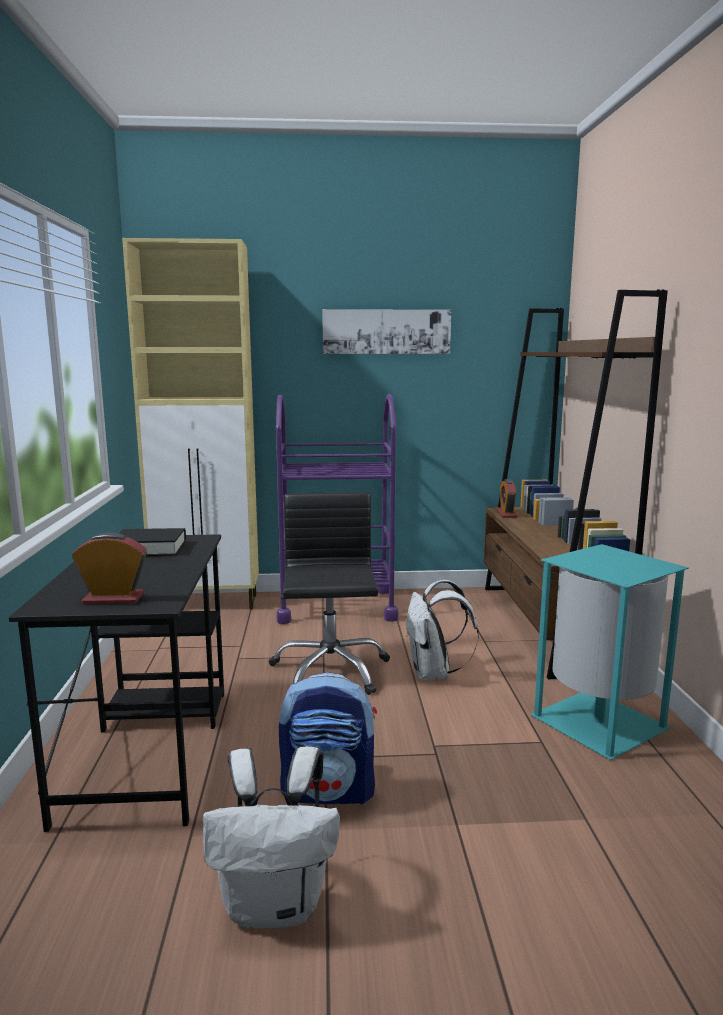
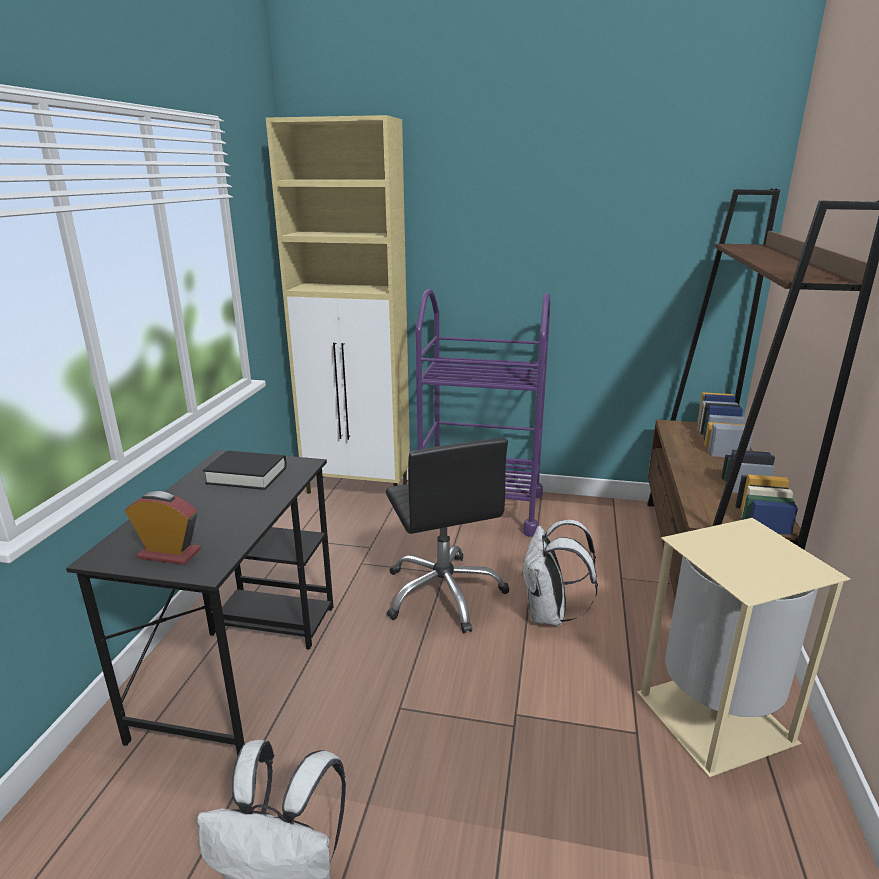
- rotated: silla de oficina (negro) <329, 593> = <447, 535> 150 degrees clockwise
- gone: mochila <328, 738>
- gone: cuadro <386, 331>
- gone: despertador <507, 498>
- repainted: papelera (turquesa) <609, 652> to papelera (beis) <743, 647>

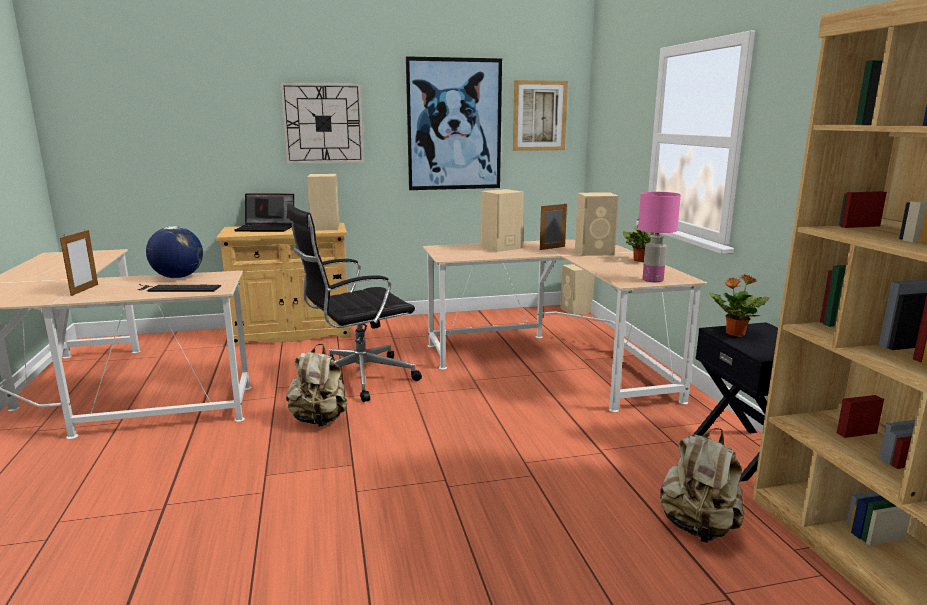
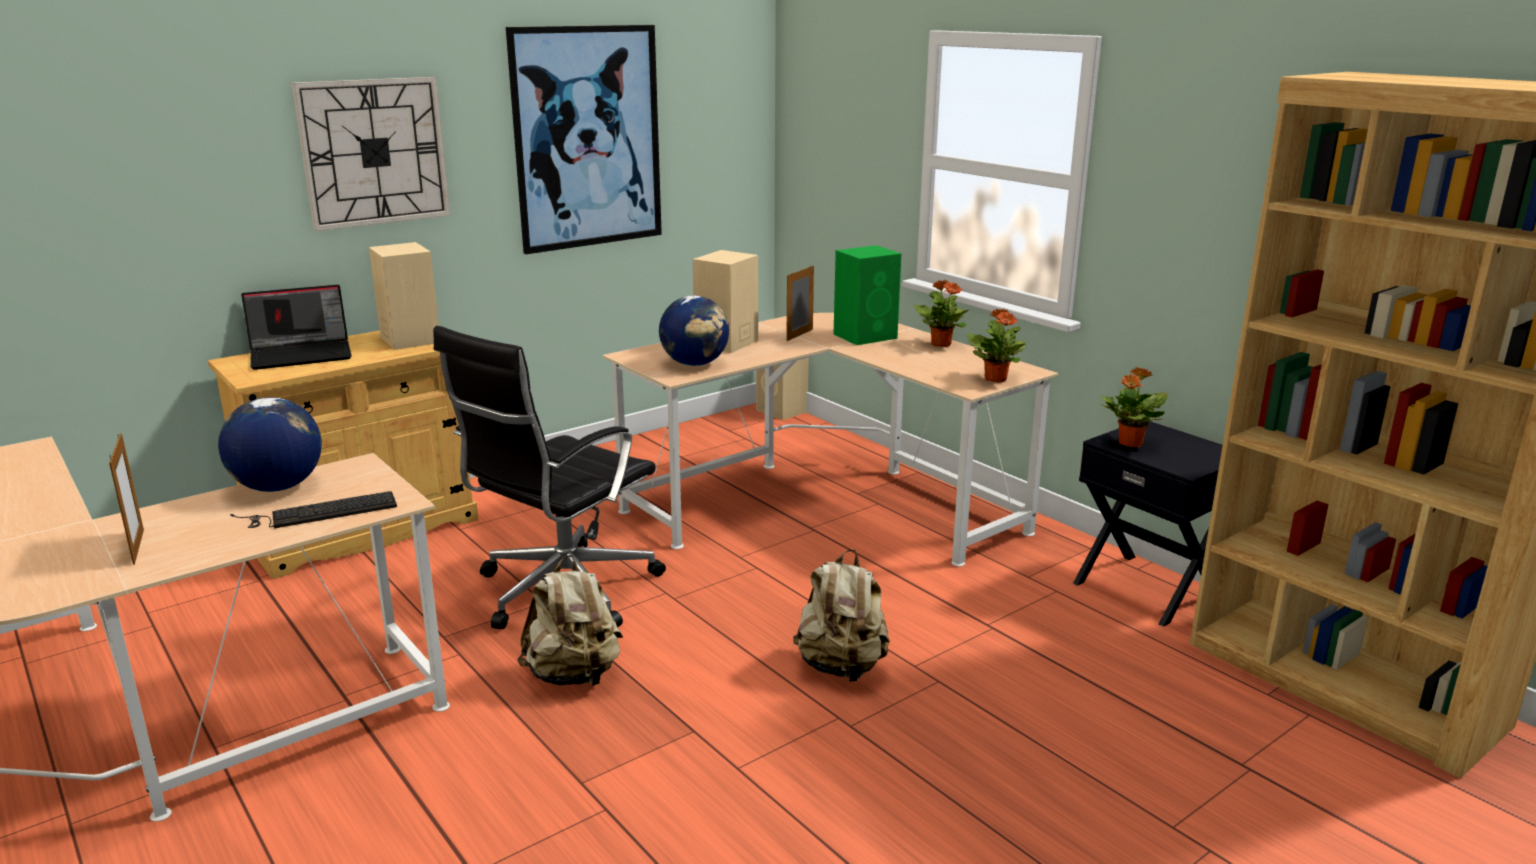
- gone: cuadro <540, 115>
- repainted: altavoz (beis) <597, 224> to altavoz (verde) <867, 295>
- swapped: lámpara de mesa (rosa) <659, 237> to planta en maceta <996, 345>
- shifted: mochila (beis) <702, 485> to <841, 615>
- new: globo terráqueo <694, 331>

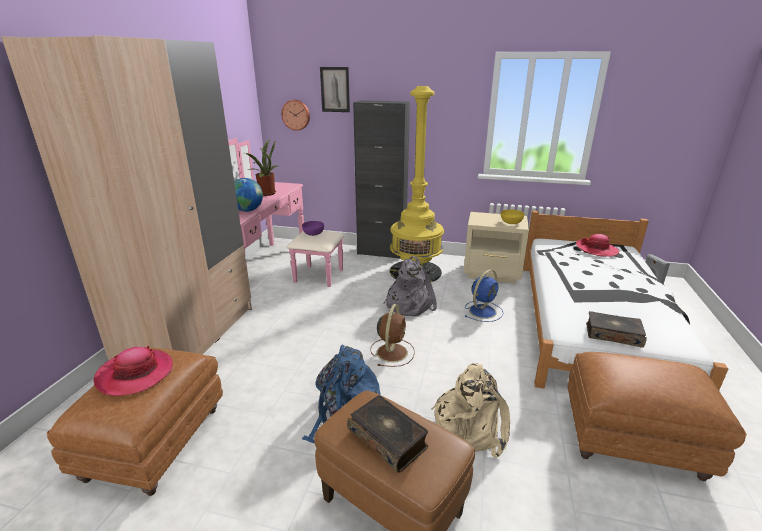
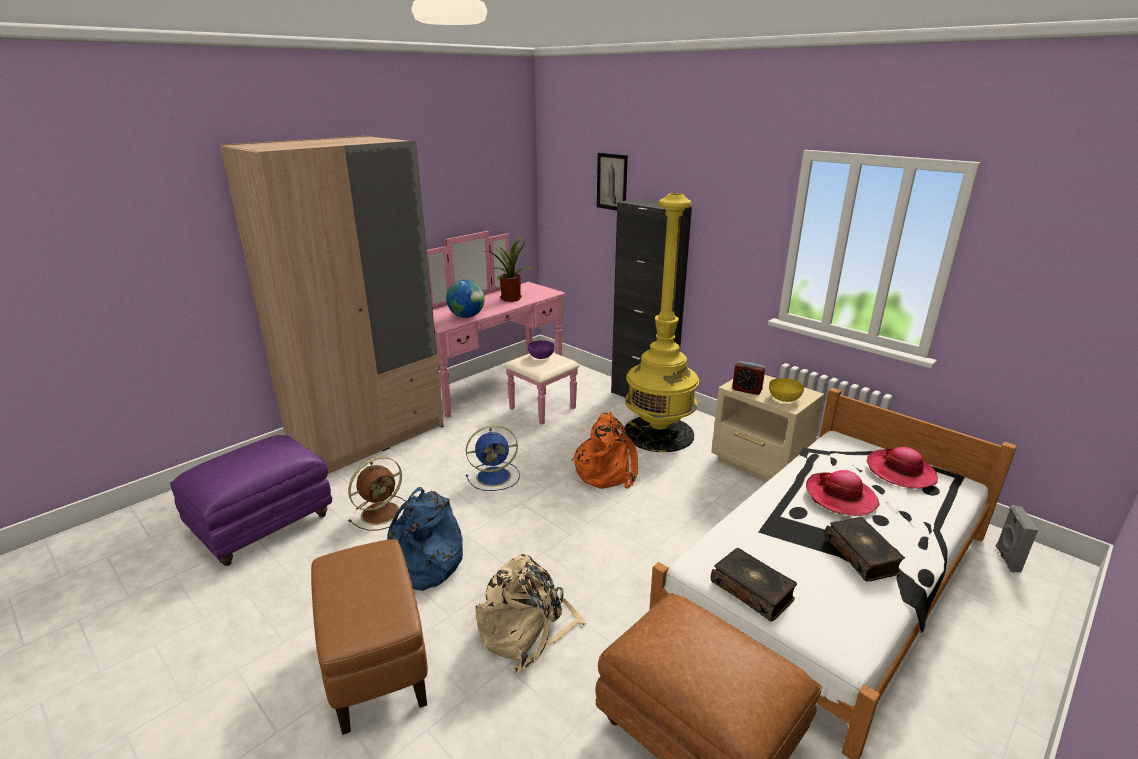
- repainted: puf (marrón) <135, 422> to puf (morado) <251, 500>
- shifted: sombrero <133, 371> to <843, 493>
- gone: reloj de pared <295, 115>
- shifted: libro <387, 434> to <864, 549>
- shifted: ventilador (marrón) <393, 335> to <377, 494>
- repainted: mochila (gris) <410, 286> to mochila (naranja) <604, 450>
- shifted: ventilador (azul) <484, 296> to <493, 458>
- new: despertador <748, 378>

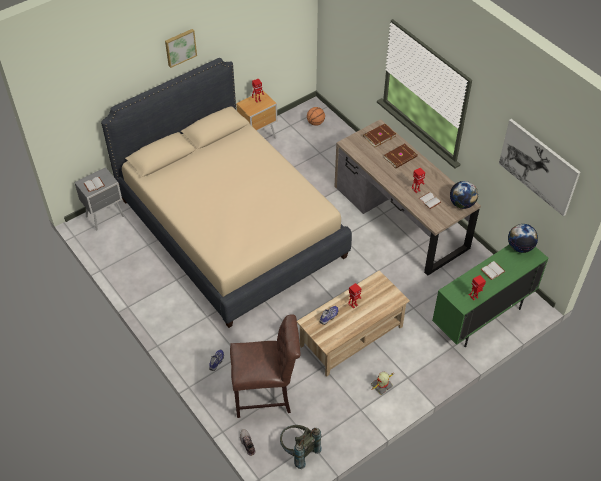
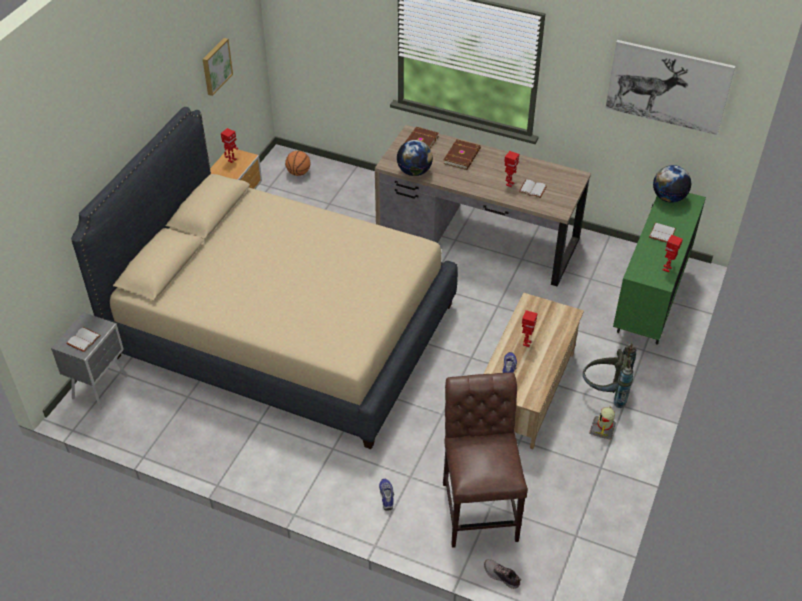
- shifted: cuadro <181, 48> to <218, 67>
- rotated: silla (marrón) <265, 366> = <485, 460> 60 degrees counterclockwise
- shifted: mochila (gris) <301, 447> to <610, 375>
- shifted: globo terráqueo <464, 195> to <415, 158>

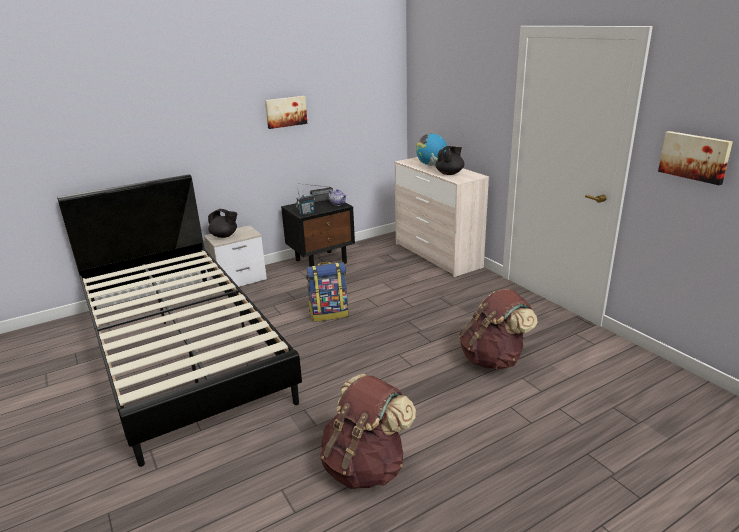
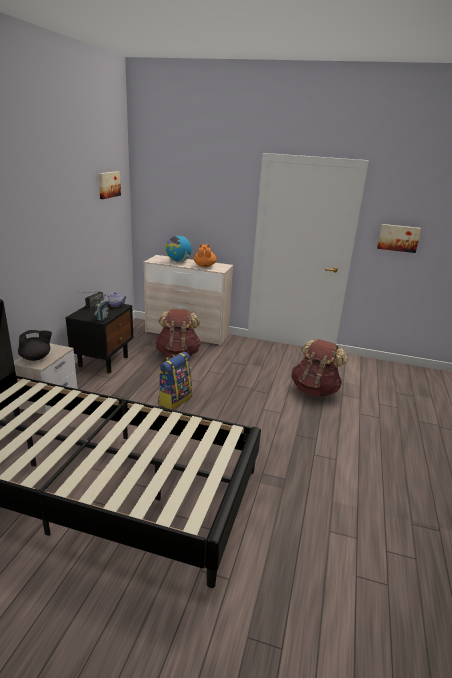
- shifted: cuadro <286, 112> to <109, 185>
- shifted: mochila (marrón) <368, 431> to <178, 333>
- repainted: tetera (negro) <450, 160> to tetera (naranja) <205, 255>

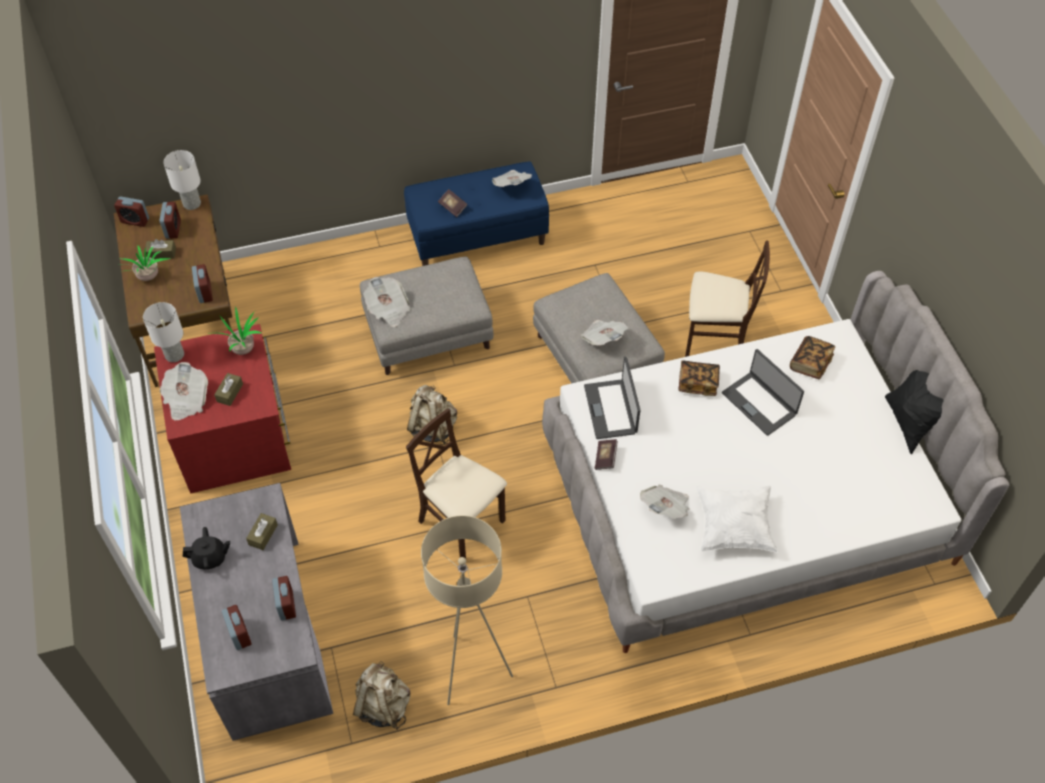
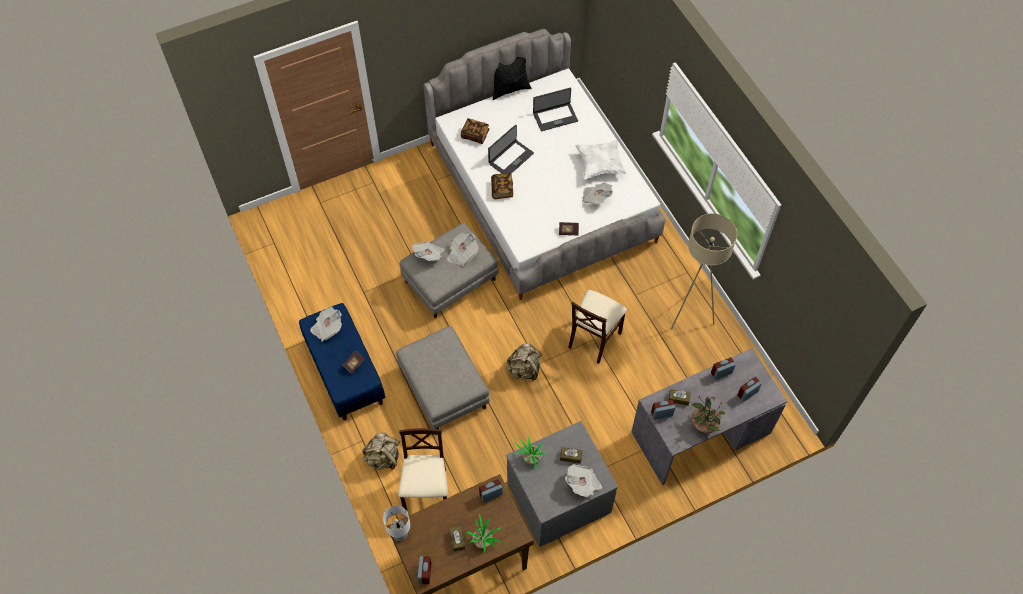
- gone: lámpara de mesa (blanco) <163, 332>
- repainted: cómoda (rojo) <222, 408> to cómoda (gris) <562, 484>
- shifted: despertador <170, 220> to <663, 410>
- swapped: tetera (negro) <206, 548> to planta en maceta <708, 414>
- shifted: mochila (beis) <382, 695> to <381, 451>
- shifted: periódico <387, 302> to <428, 251>
- shifted: portátil <612, 398> to <555, 109>
- shifted: silla (beis) <727, 298> to <423, 469>

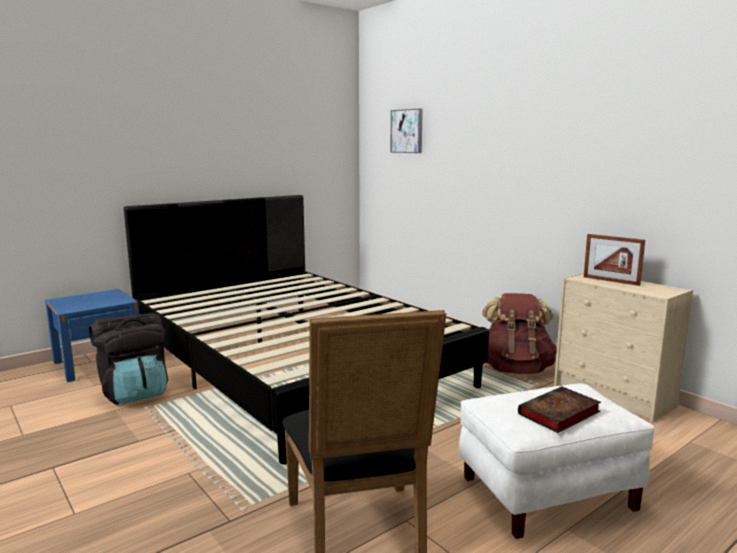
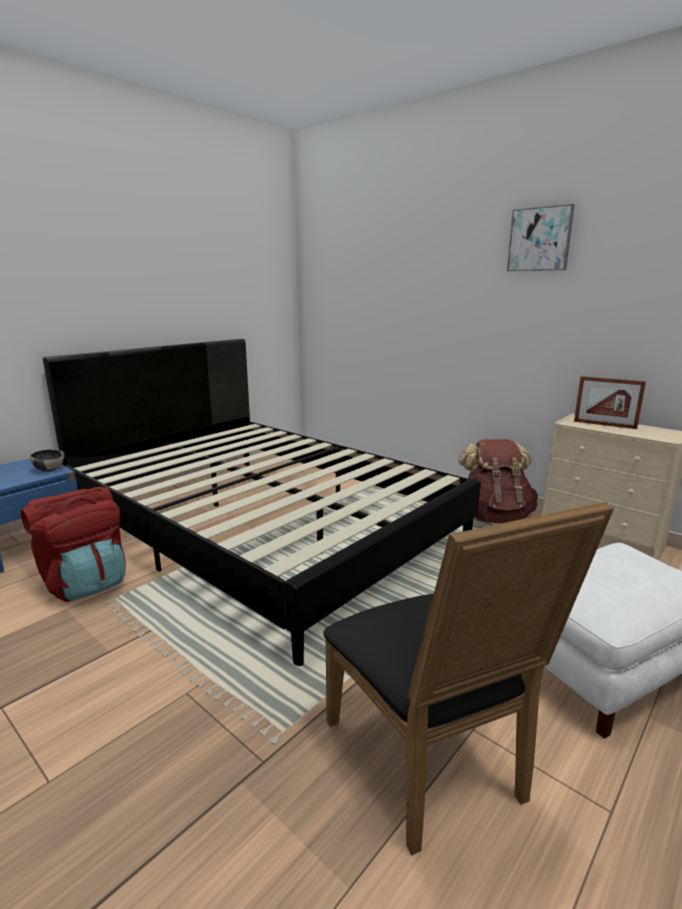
- repainted: mochila (negro) <128, 359> to mochila (rojo) <73, 544>
- shifted: cuadro <406, 130> to <541, 237>
- gone: libro <559, 409>
- new: cuenco <47, 460>

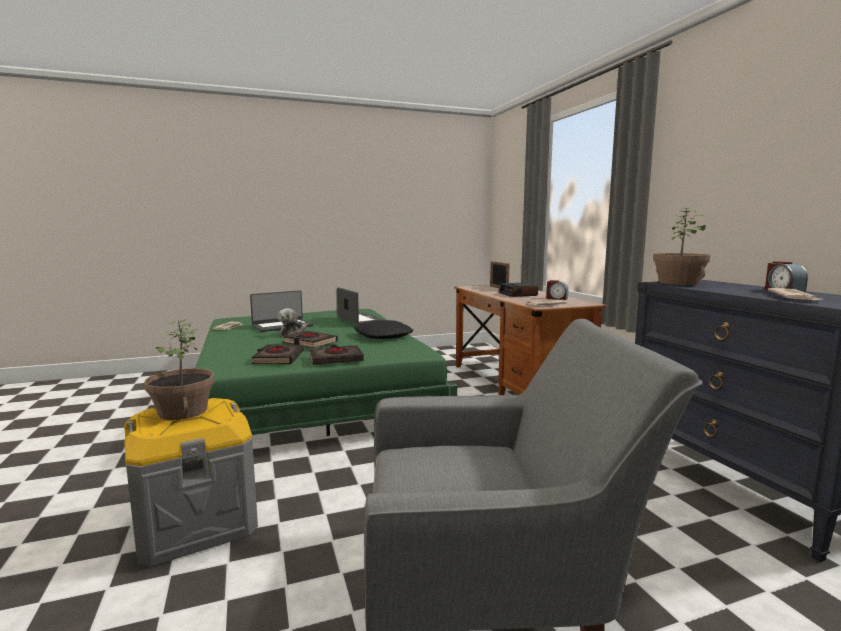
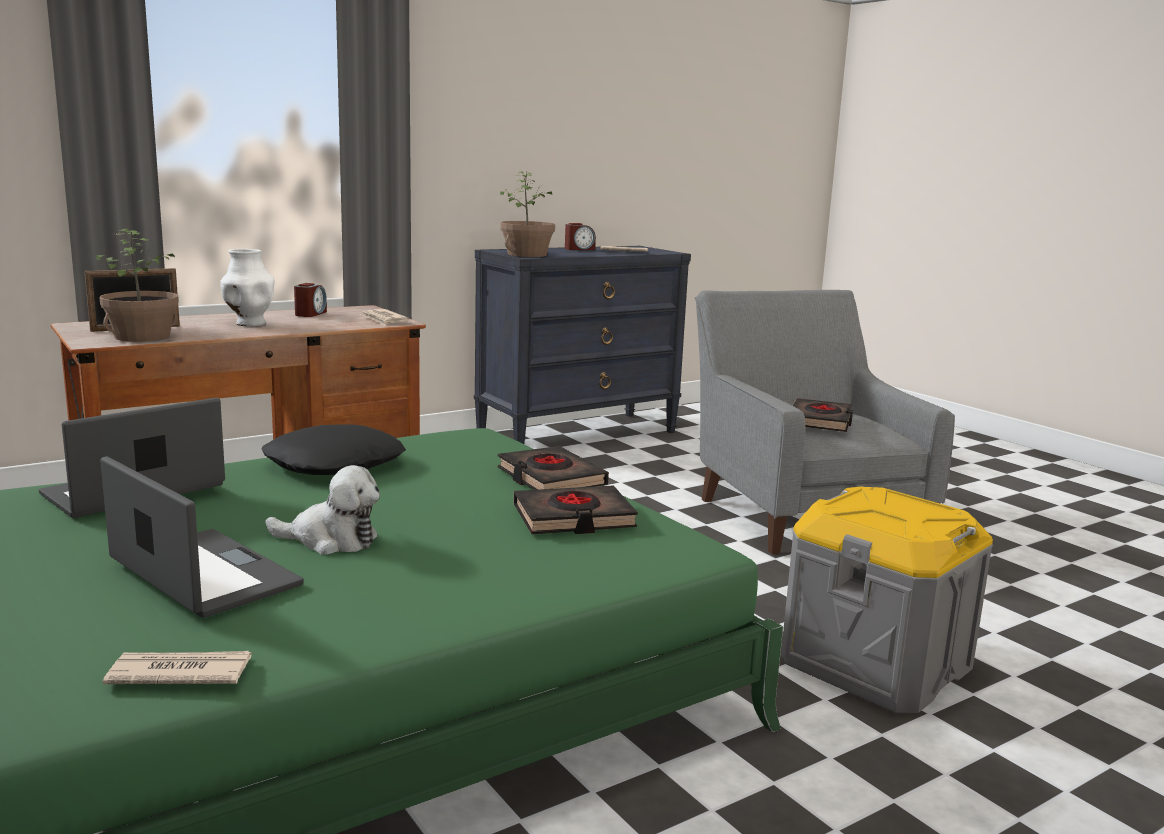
- shifted: planta en maceta <179, 370> to <137, 285>
- shifted: libro (negro) <310, 339> to <822, 415>
- swapped: despertador <518, 290> to florero (blanco) <248, 287>

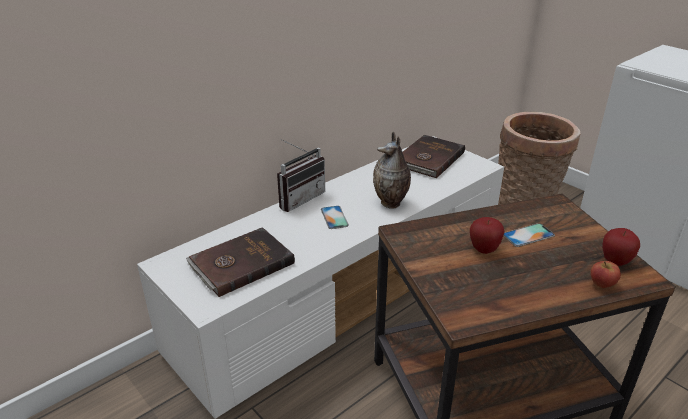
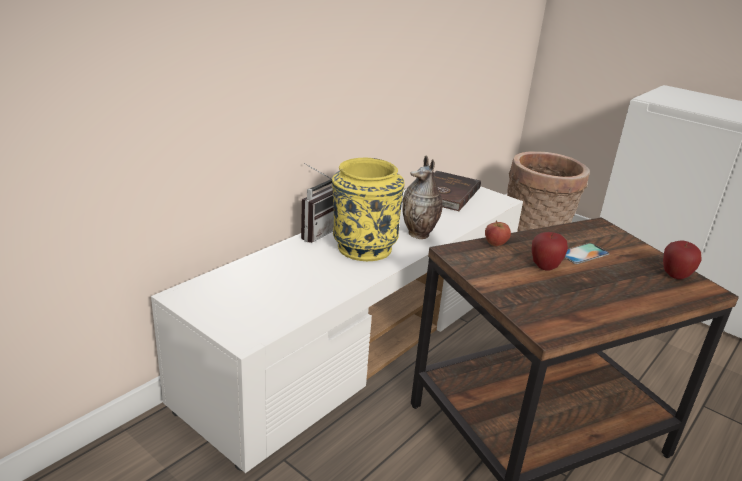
- gone: libro (marrón) <240, 262>
- swapped: móvil <335, 217> to florero (amarillo) <368, 209>
- shifted: manzana <605, 274> to <498, 233>

